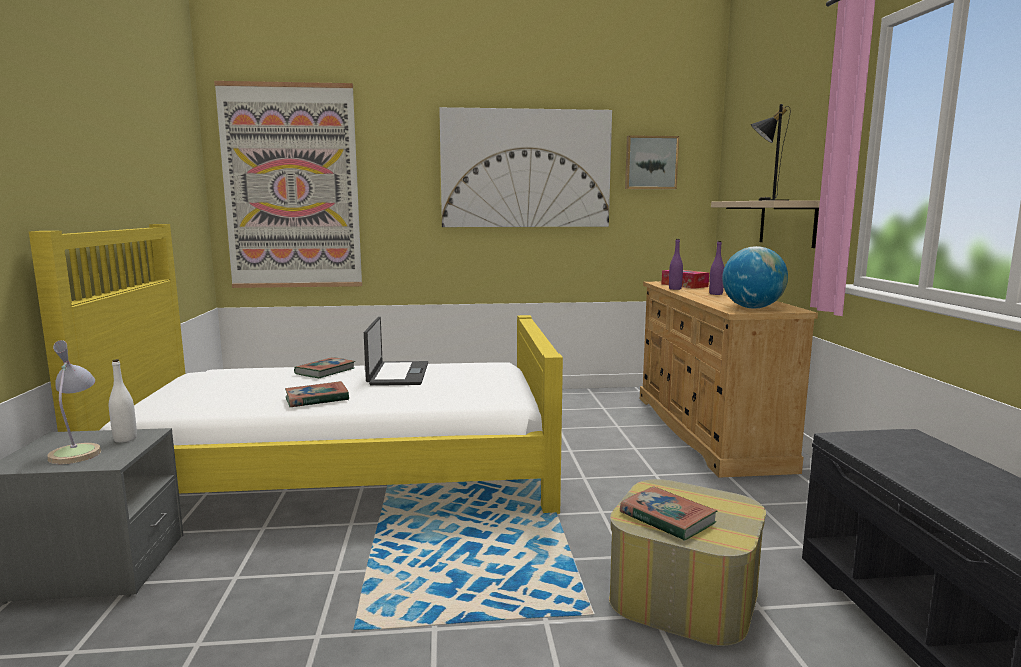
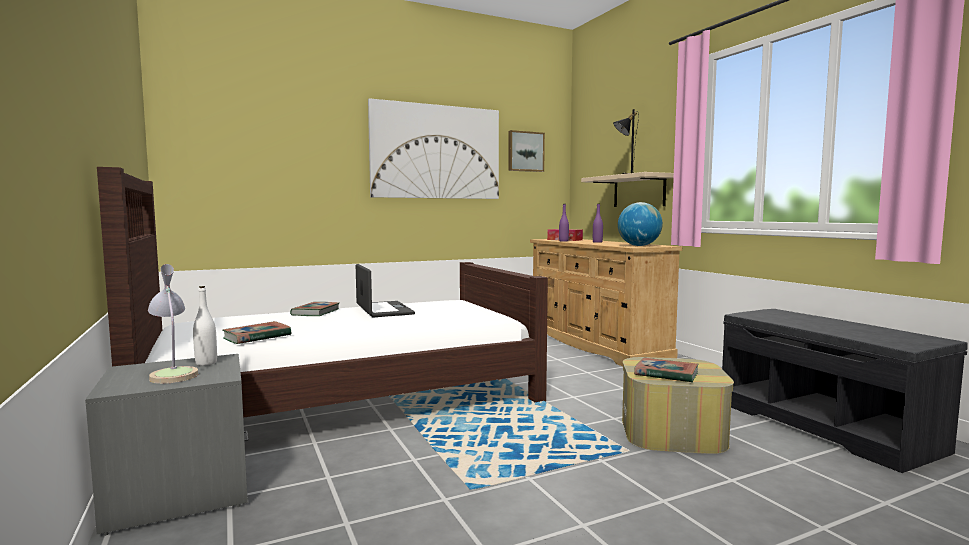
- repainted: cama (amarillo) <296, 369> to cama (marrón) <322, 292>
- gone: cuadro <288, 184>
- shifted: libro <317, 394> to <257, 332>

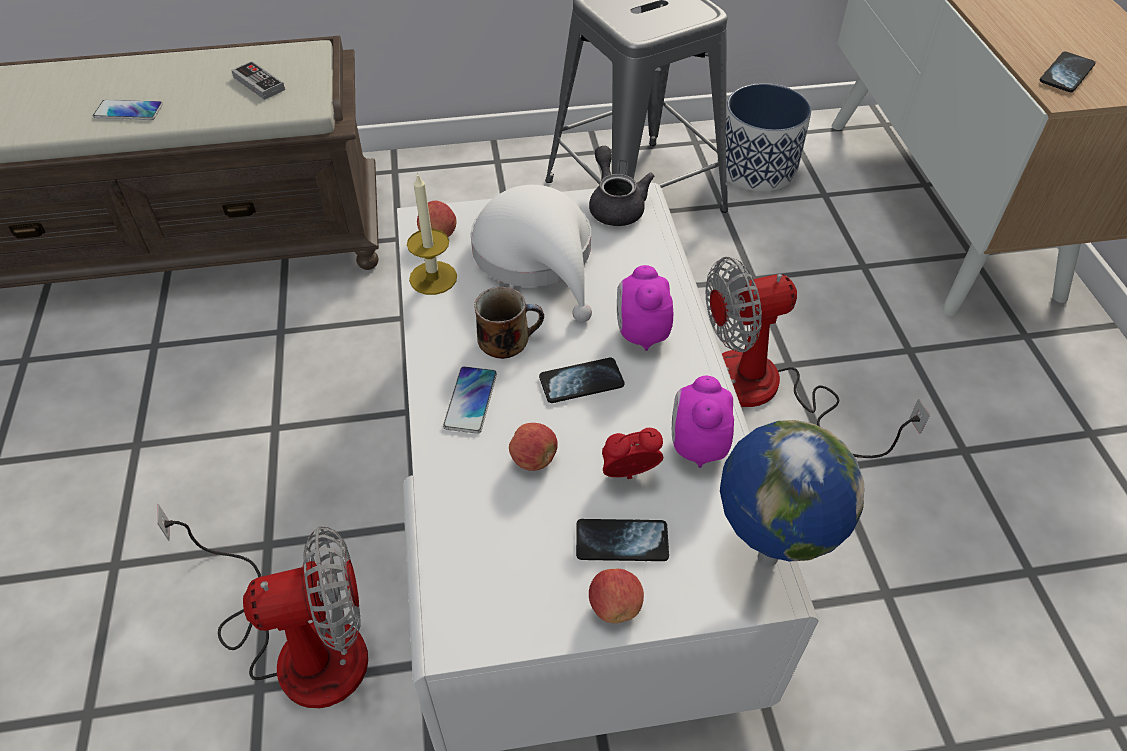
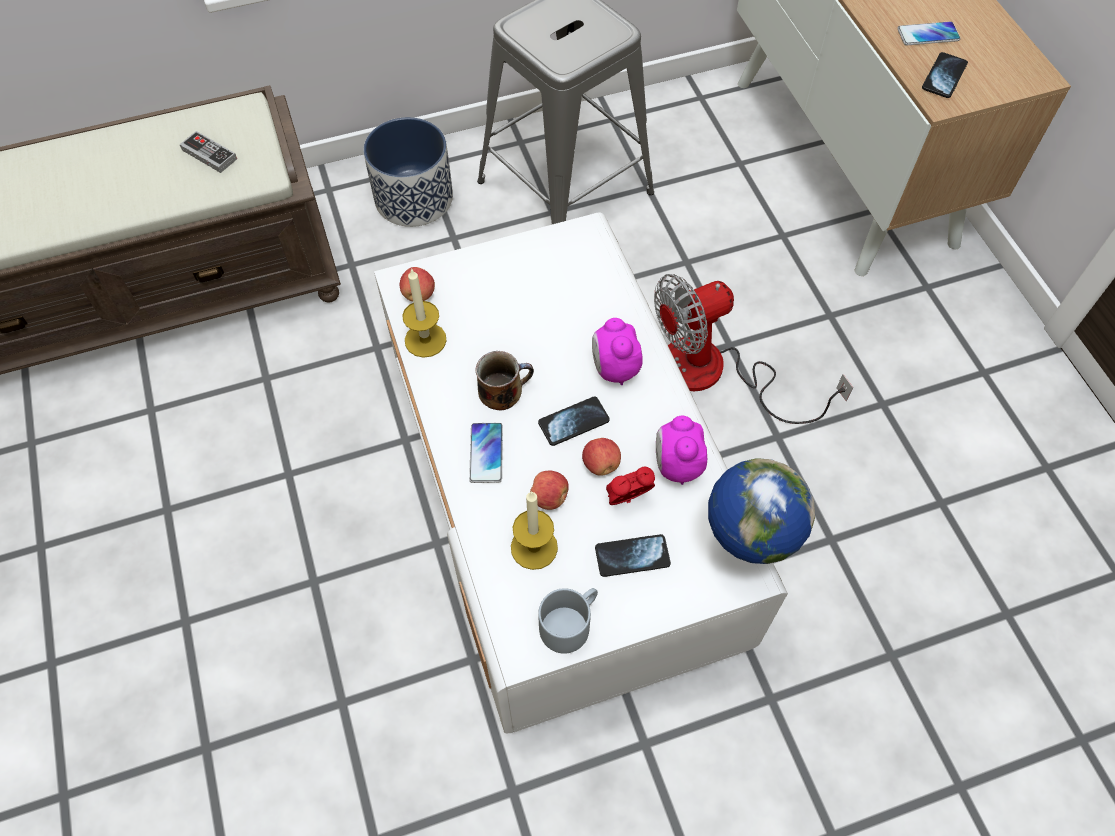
- shifted: móvil <128, 110> to <928, 33>
- gone: ventilador <262, 606>
- gone: sombrero (blanco) <531, 253>
- gone: tetera (gris) <621, 186>
- shifted: manzana <616, 596> to <601, 457>
- shifted: maceta <764, 137> to <408, 172>
- new: vela <534, 530>
- new: taza grande (gris) <568, 621>

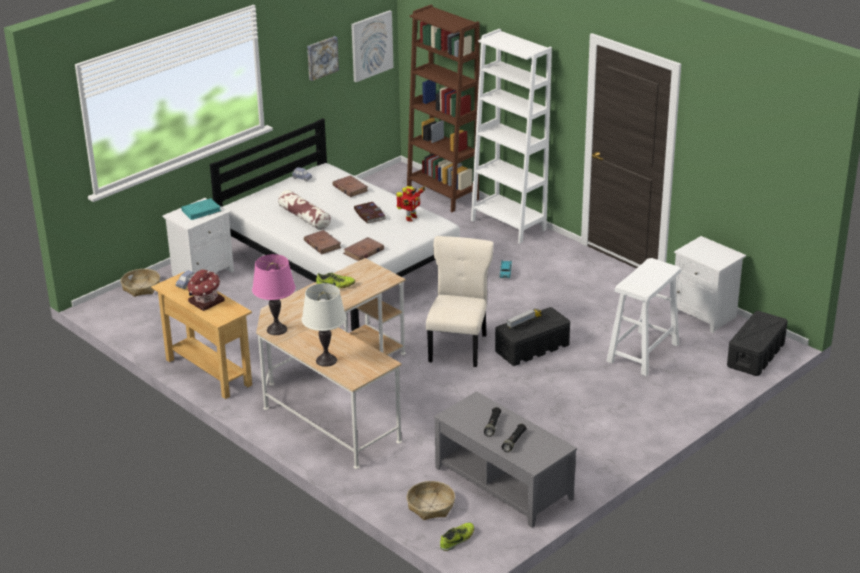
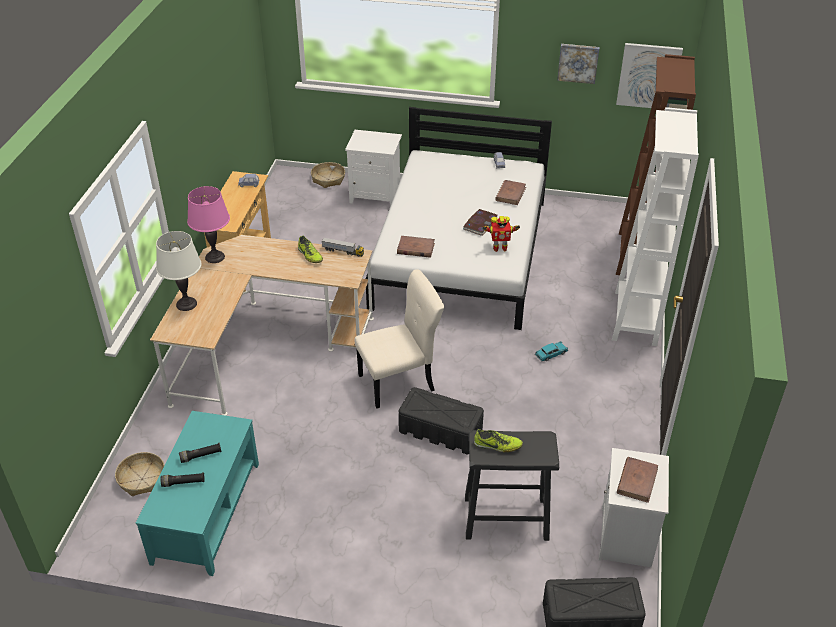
- gone: libro (turquesa) <201, 209>
- gone: casita <206, 290>
- gone: cojín <304, 210>
- shifted: libro (marrón) <322, 242> to <637, 480>
- repainted: mesa de centro (gris) <505, 459> to mesa de centro (turquesa) <197, 493>
- shifted: zapato <457, 537> to <498, 440>
- shifted: camión de juguete <524, 319> to <343, 247>
- repainted: taburete (blanco) <644, 317> to taburete (negro) <512, 485>

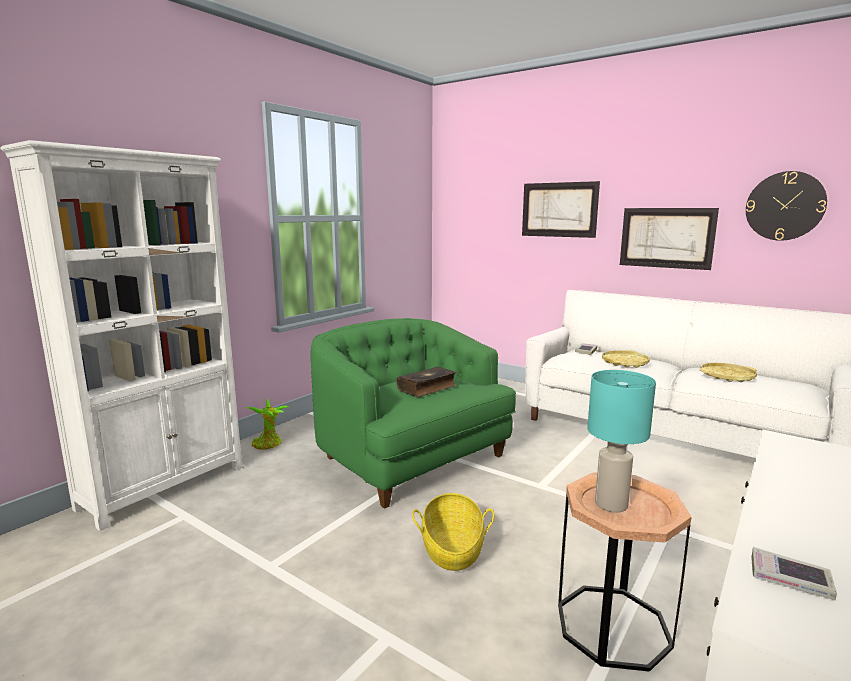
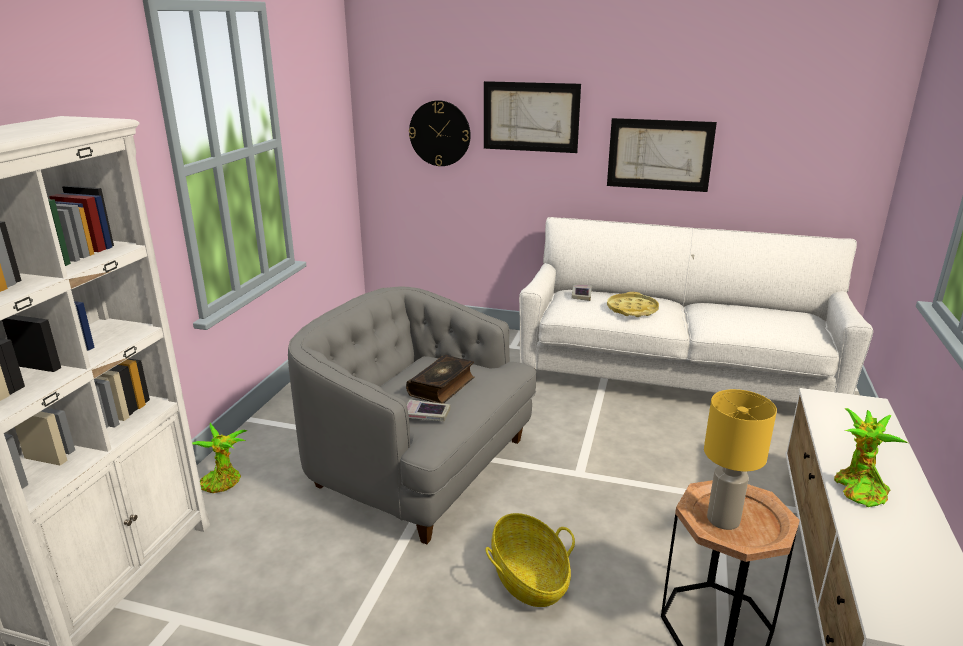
- repainted: sillón (verde) <413, 413> to sillón (gris) <412, 415>
- repainted: lámpara de mesa (turquesa) <621, 441> to lámpara de mesa (amarillo) <740, 459>
- gone: bandeja (amarillo) <728, 372>
- shifted: reloj de pared <786, 206> to <440, 133>
- shifted: libro <794, 573> to <428, 410>
- new: planta en maceta <871, 457>

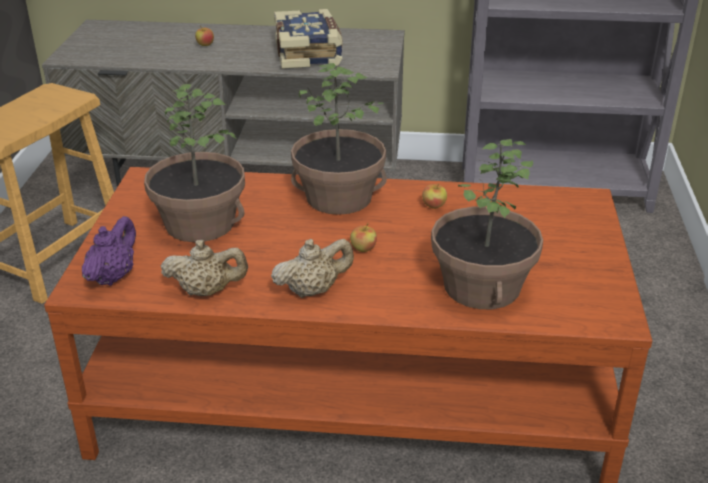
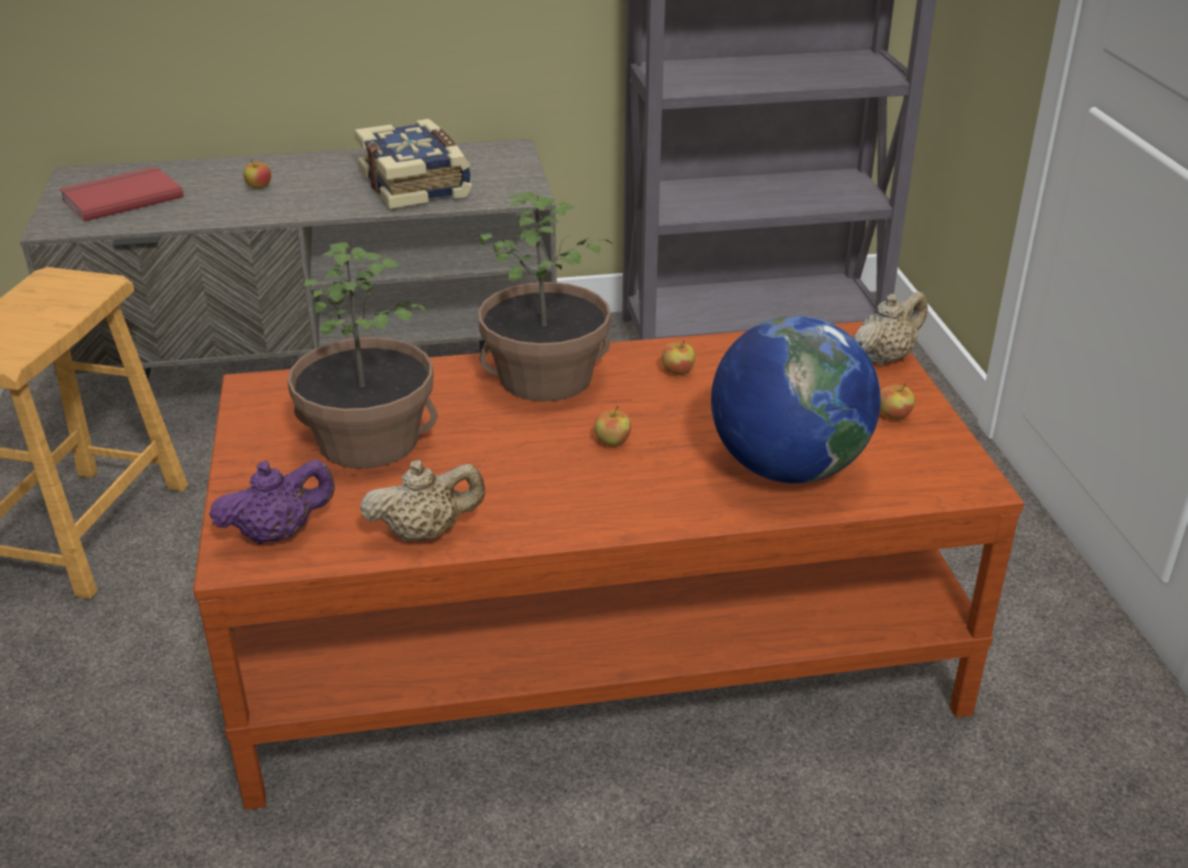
- rotated: tetera (morado) <109, 251> = <272, 502> 60 degrees clockwise
- shifted: tetera (beis) <312, 268> to <890, 328>
- swapped: planta en maceta <487, 224> to globo terráqueo <796, 399>
- new: libro (rojo) <121, 194>
- new: manzana <897, 401>

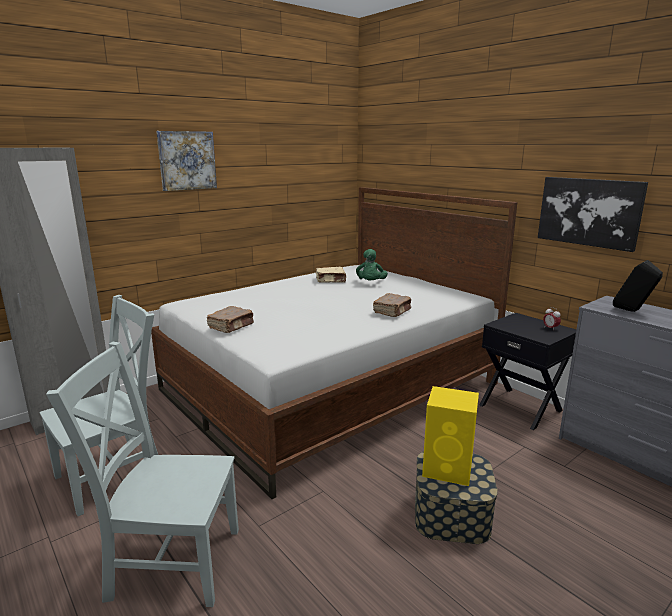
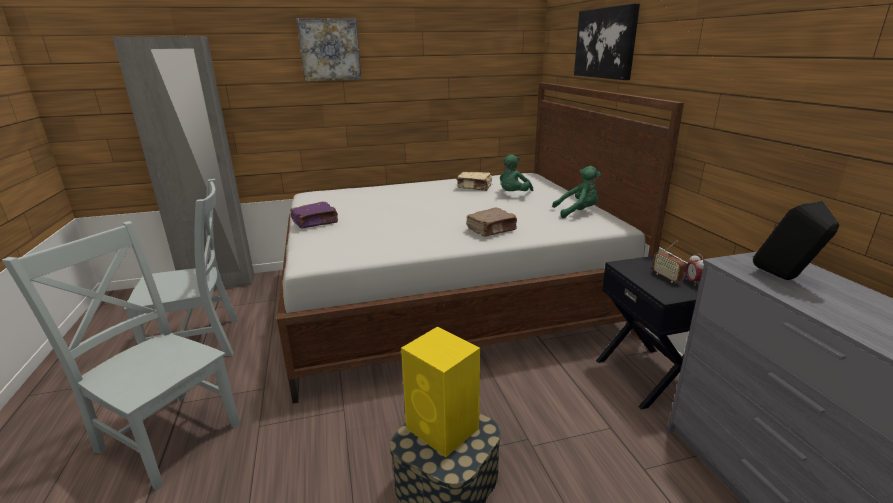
- repainted: libro (marrón) <230, 319> to libro (morado) <314, 215>
- shifted: cuadro <593, 214> to <607, 41>
- new: peluche (verde) <576, 192>
- new: radio <669, 261>

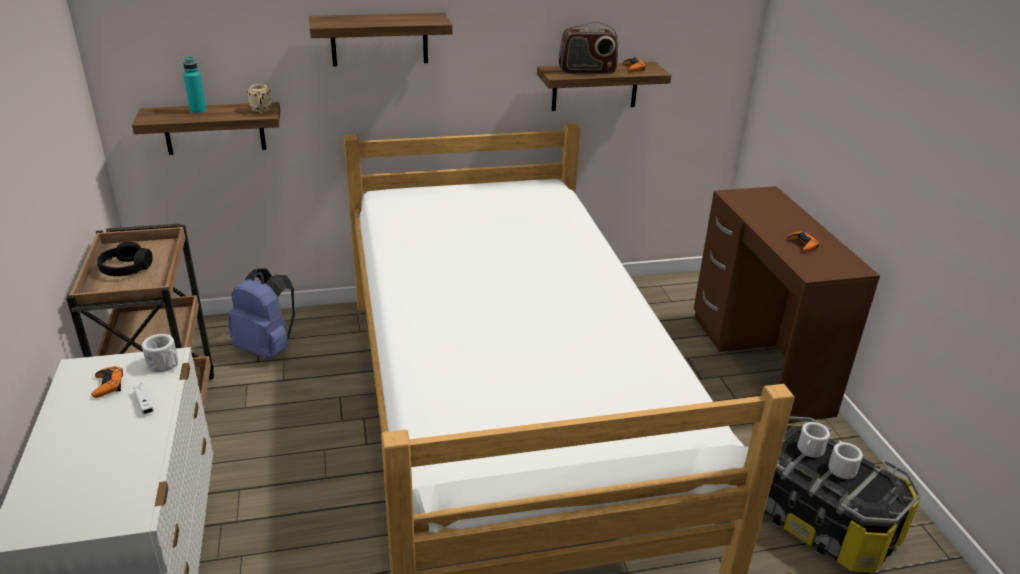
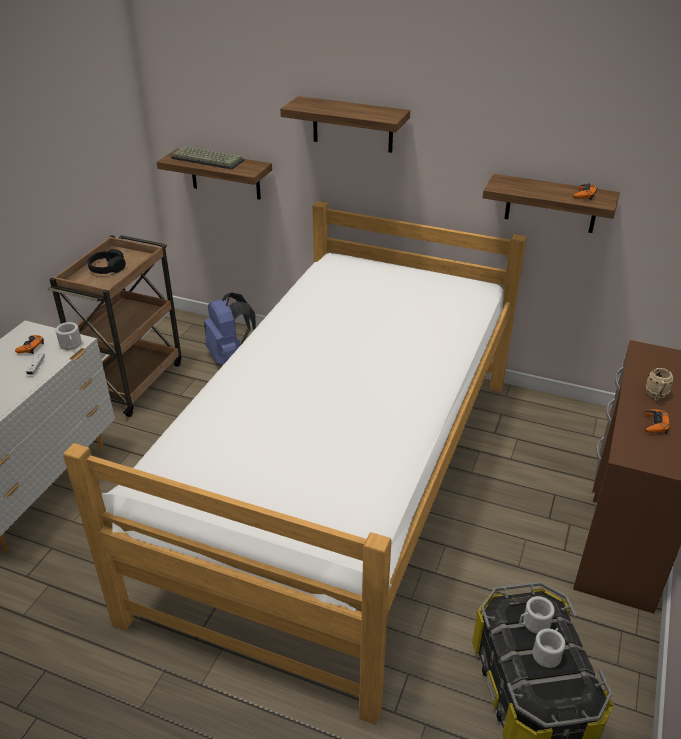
- swapped: botella (turquesa) <195, 85> to teclado <207, 158>
- shifted: taza grande (beis) <259, 99> to <659, 384>
- gone: radio <588, 48>

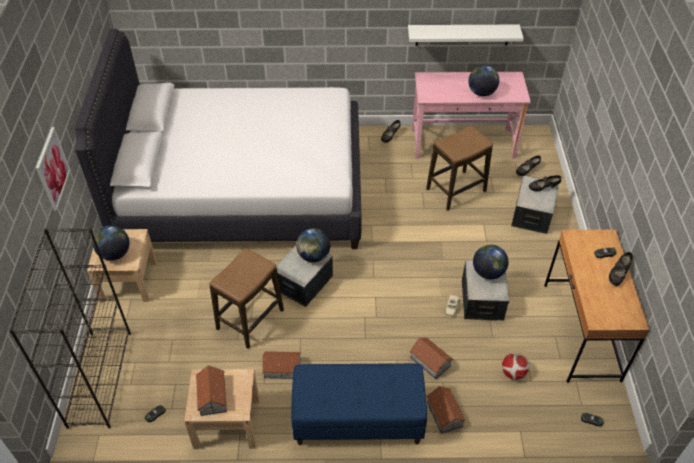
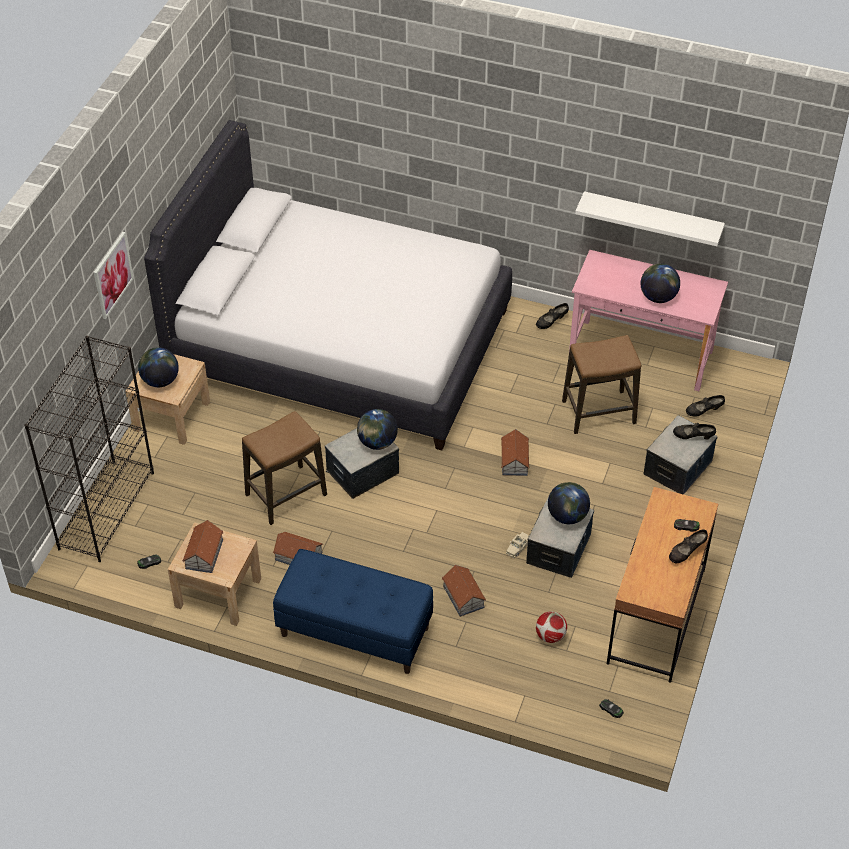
- shifted: casita <446, 410> to <515, 452>

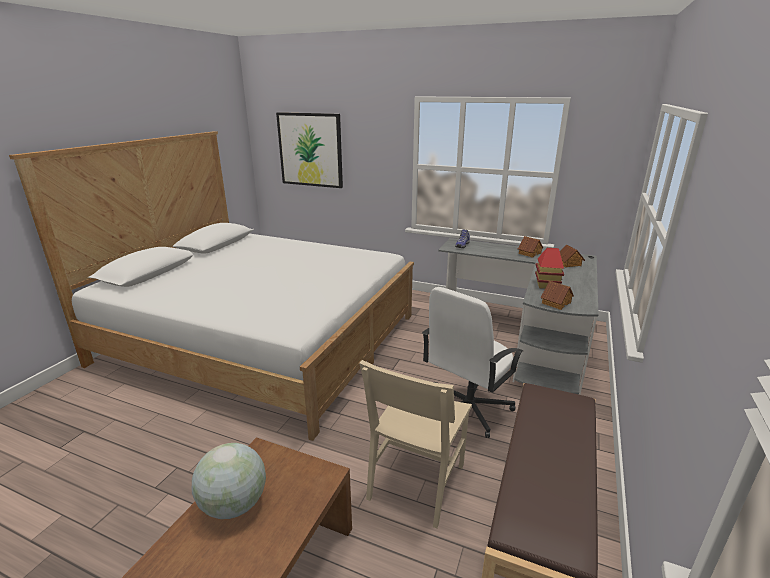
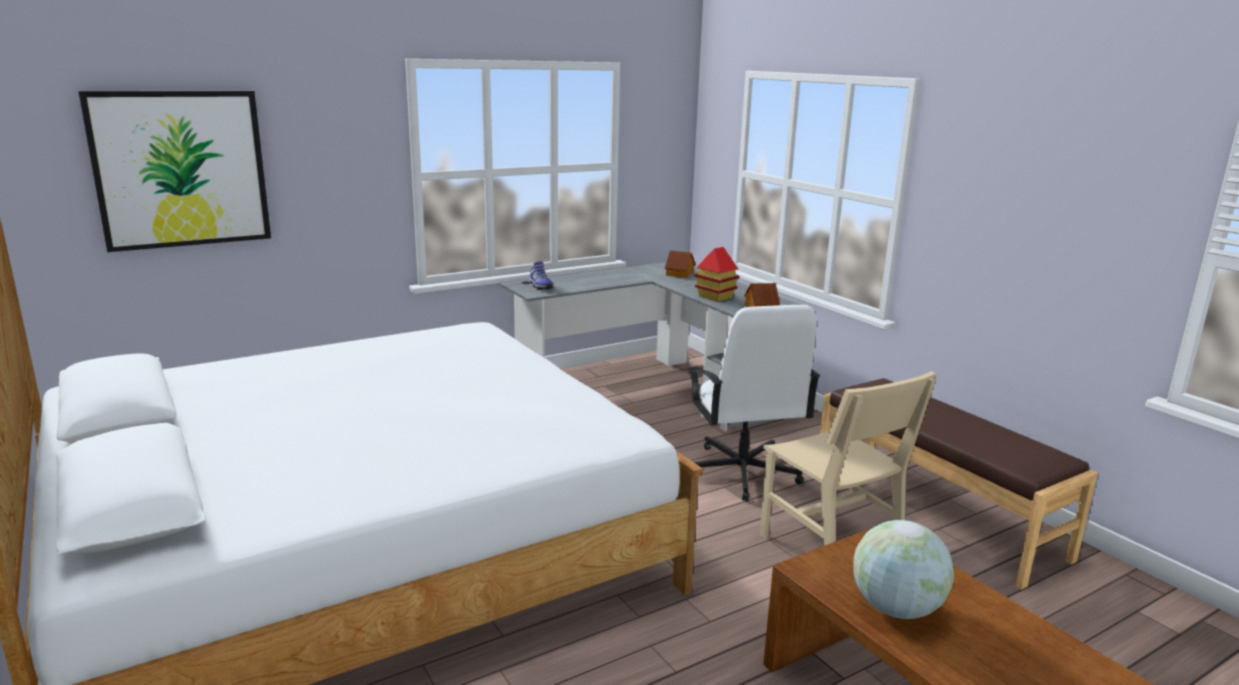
- gone: casita <530, 246>

